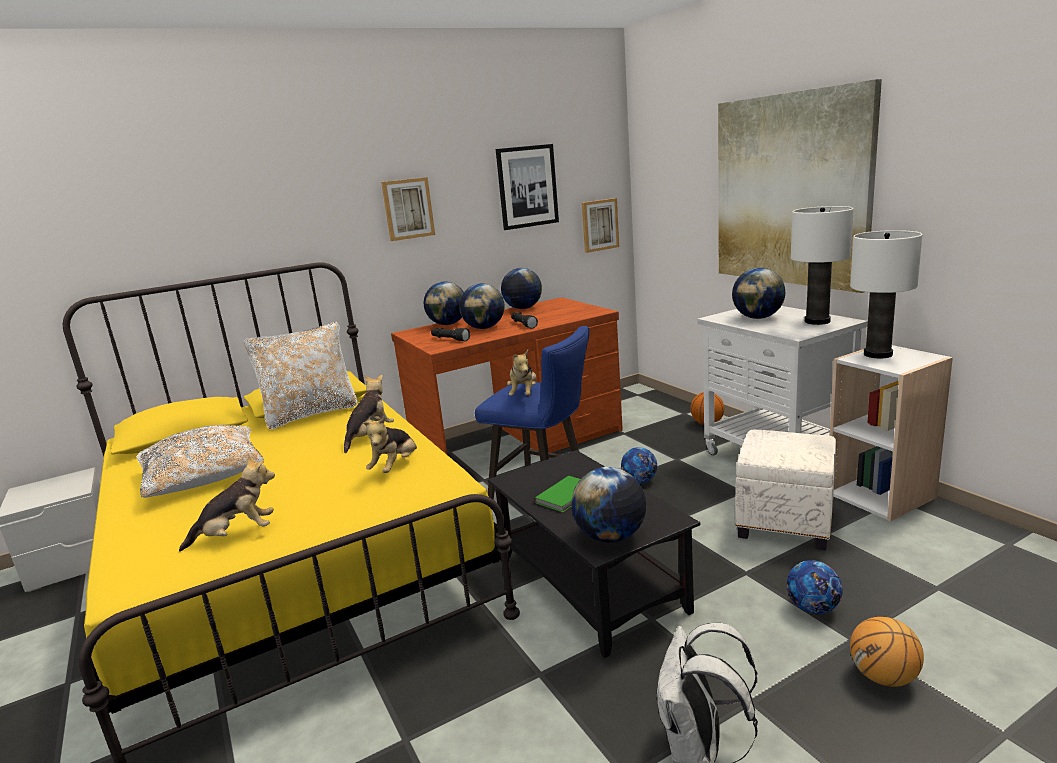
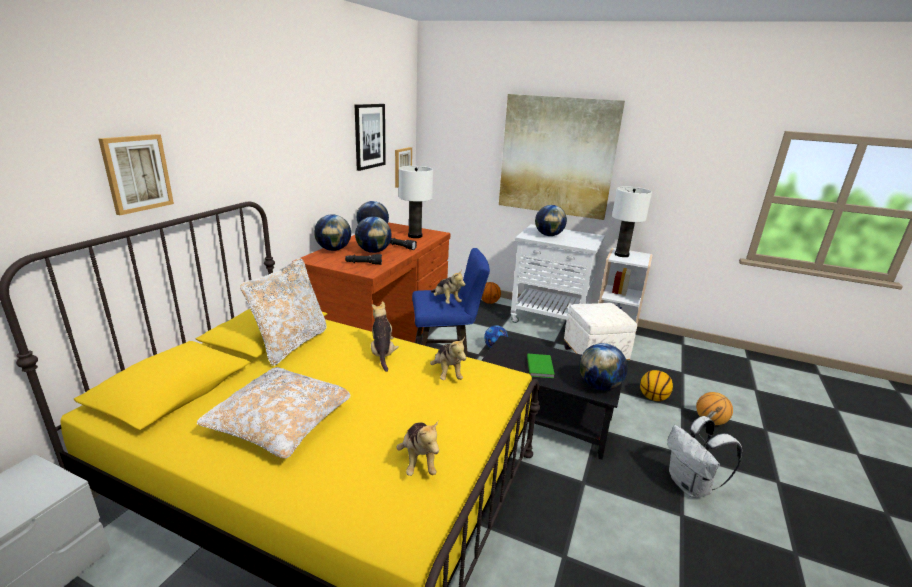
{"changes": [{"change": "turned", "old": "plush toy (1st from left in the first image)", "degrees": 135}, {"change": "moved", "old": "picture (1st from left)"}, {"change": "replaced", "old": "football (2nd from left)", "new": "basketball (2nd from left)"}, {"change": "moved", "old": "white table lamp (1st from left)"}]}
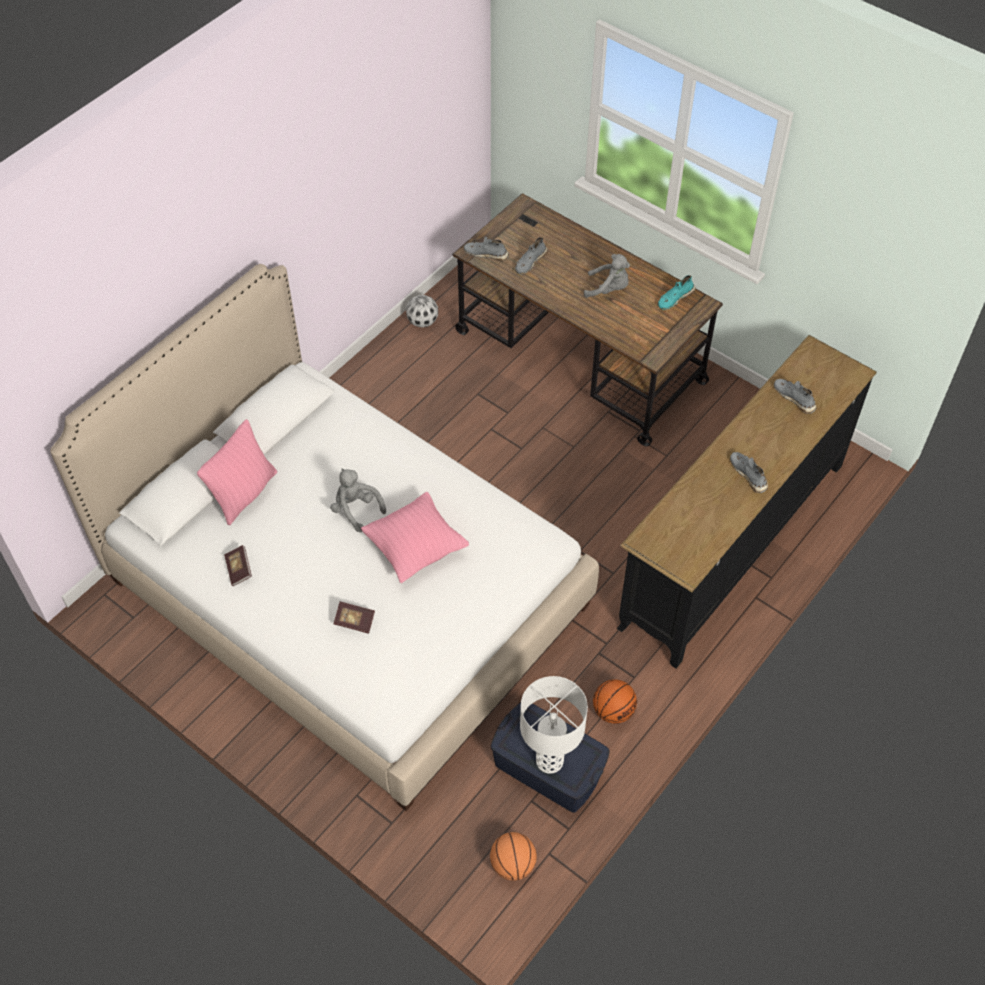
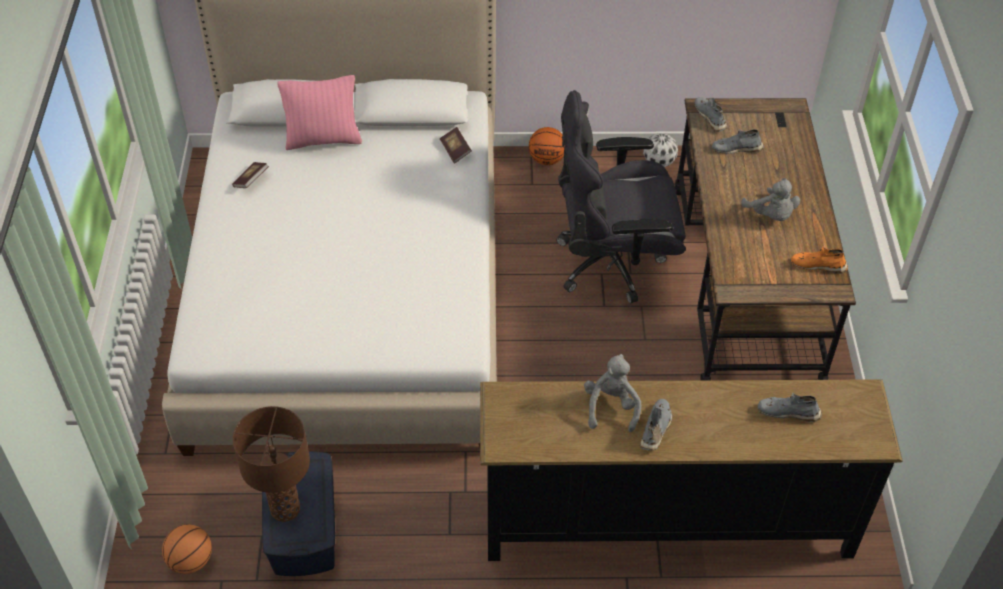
{"changes": [{"change": "moved", "old": "grey plush toy (1st from left)"}, {"change": "moved", "old": "book (2nd from left)"}, {"change": "removed", "old": "pink pillow (2nd from left)"}, {"change": "recoloured", "old": "white table lamp", "new": "brown table lamp"}, {"change": "moved", "old": "basketball (2nd from left)"}, {"change": "recoloured", "old": "turquoise shoe", "new": "orange shoe"}, {"change": "turned", "old": "grey shoe (4th from left)", "degrees": -90}, {"change": "added", "new": "black office chair"}]}
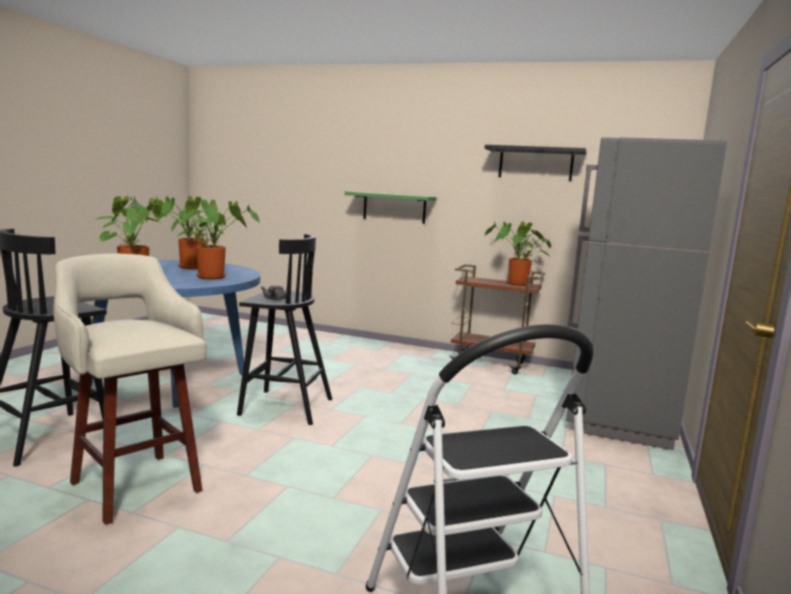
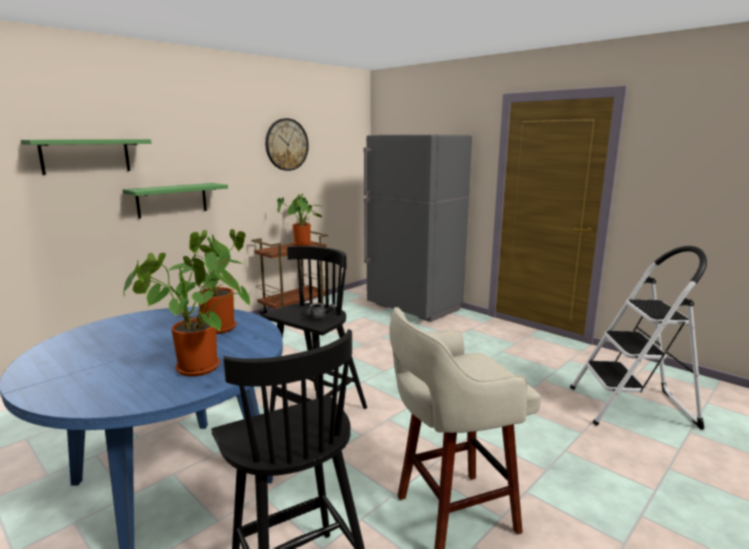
{"changes": [{"change": "removed", "old": "potted plant (2nd from left)"}, {"change": "replaced", "old": "black shelf", "new": "wall clock"}, {"change": "added", "new": "green shelf (1st from left)"}]}
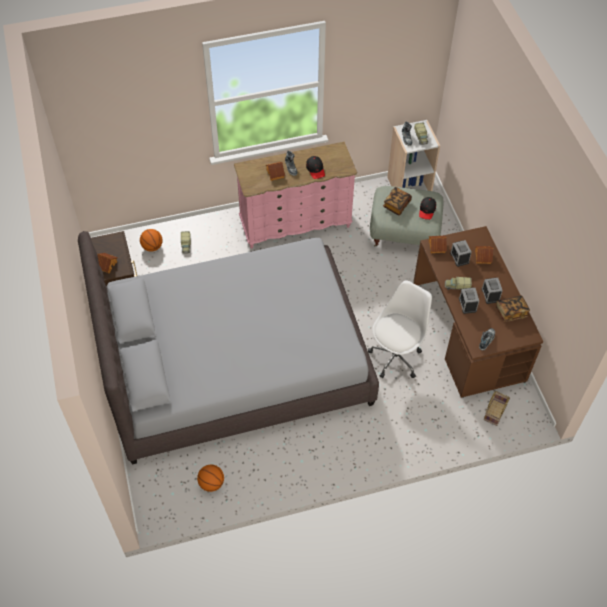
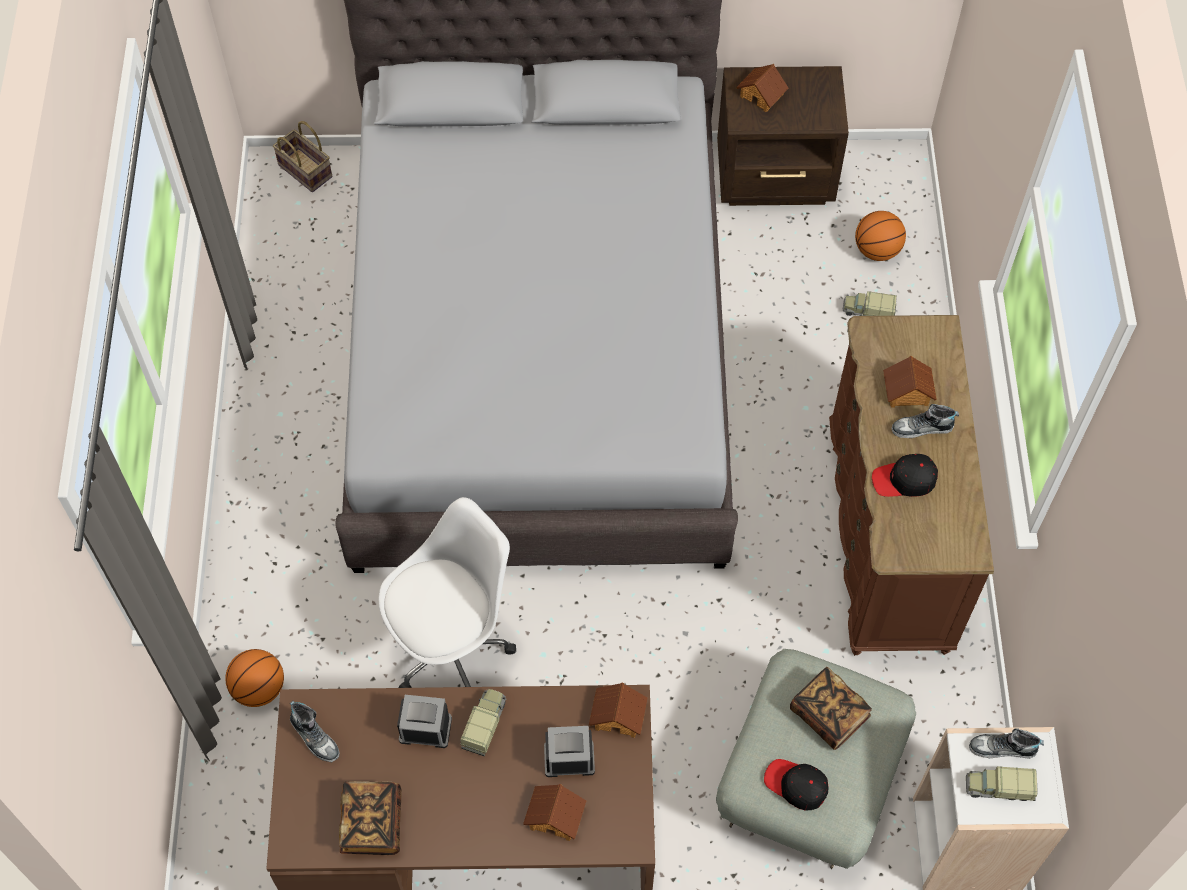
{"changes": [{"change": "moved", "old": "basketball (2nd from left in the first image)", "new": "basketball (1st from left)"}, {"change": "recoloured", "old": "pink dresser", "new": "brown dresser"}, {"change": "turned", "old": "white office chair", "degrees": -90}, {"change": "removed", "old": "alarm clock (3rd from left)"}, {"change": "moved", "old": "basket"}]}
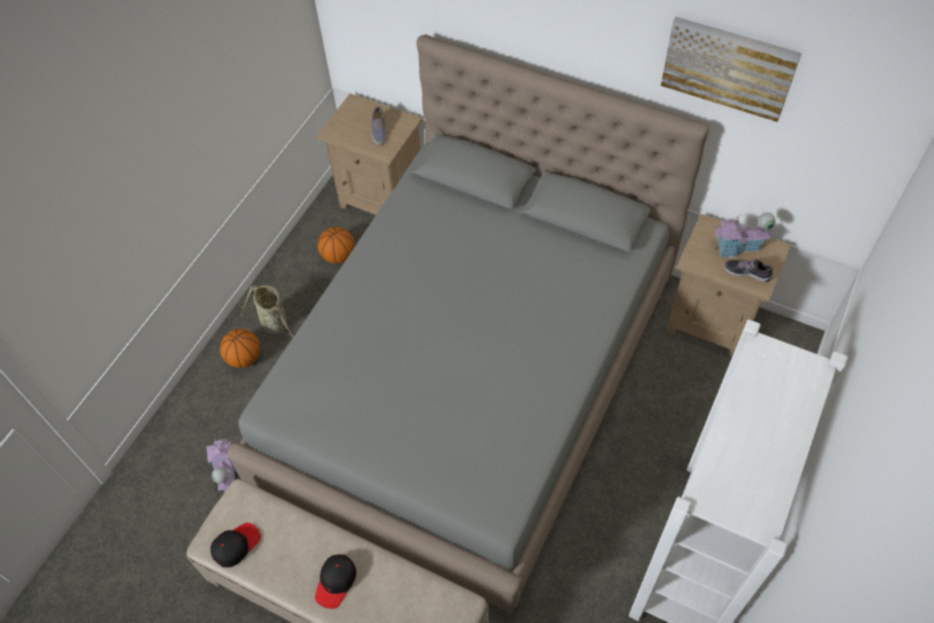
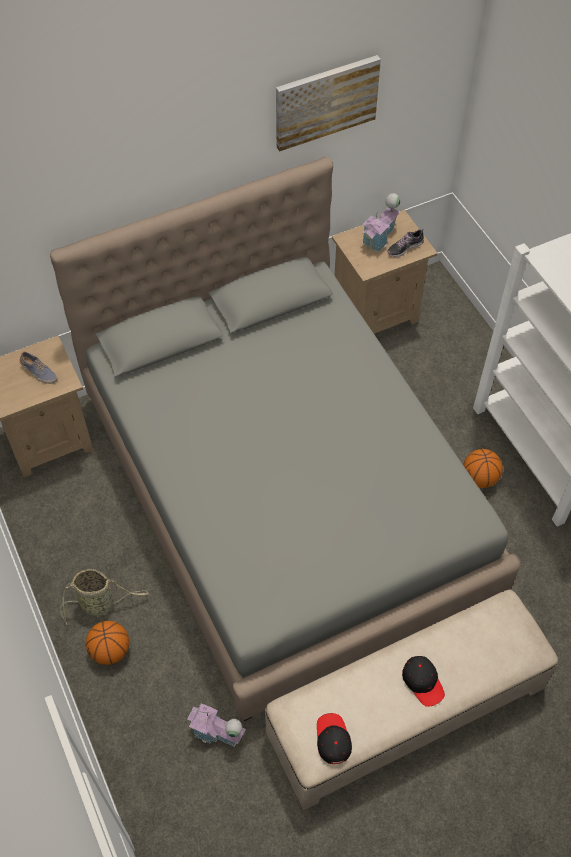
{"changes": [{"change": "moved", "old": "basketball (2nd from left)"}]}
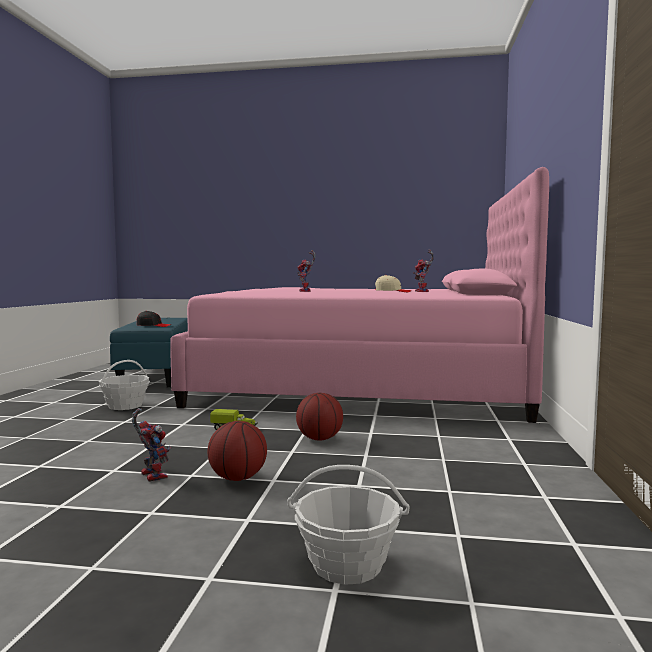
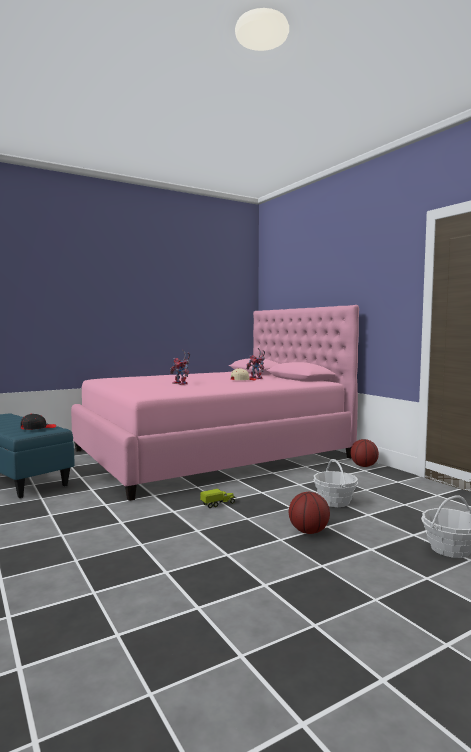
{"changes": [{"change": "moved", "old": "basket (1st from left)"}, {"change": "removed", "old": "toy robot (1st from left)"}, {"change": "moved", "old": "basketball (2nd from left)"}]}
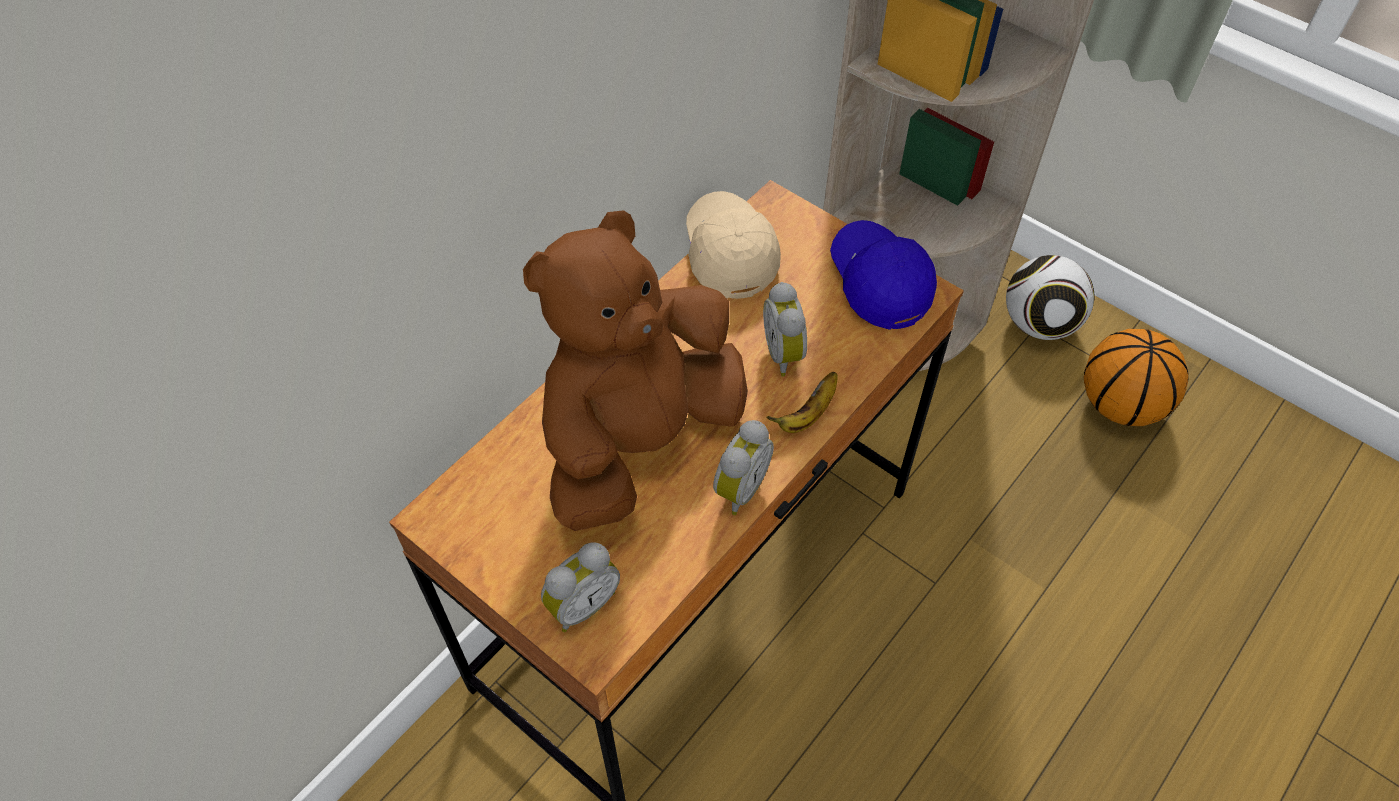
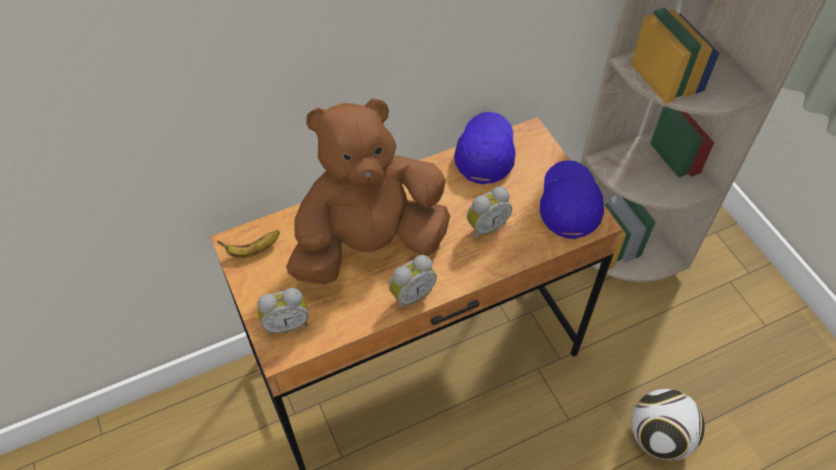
{"changes": [{"change": "recoloured", "old": "beige cap", "new": "blue cap (1st from left)"}, {"change": "turned", "old": "alarm clock (3rd from left)", "degrees": -135}, {"change": "moved", "old": "banana"}, {"change": "moved", "old": "football"}, {"change": "removed", "old": "basketball"}]}
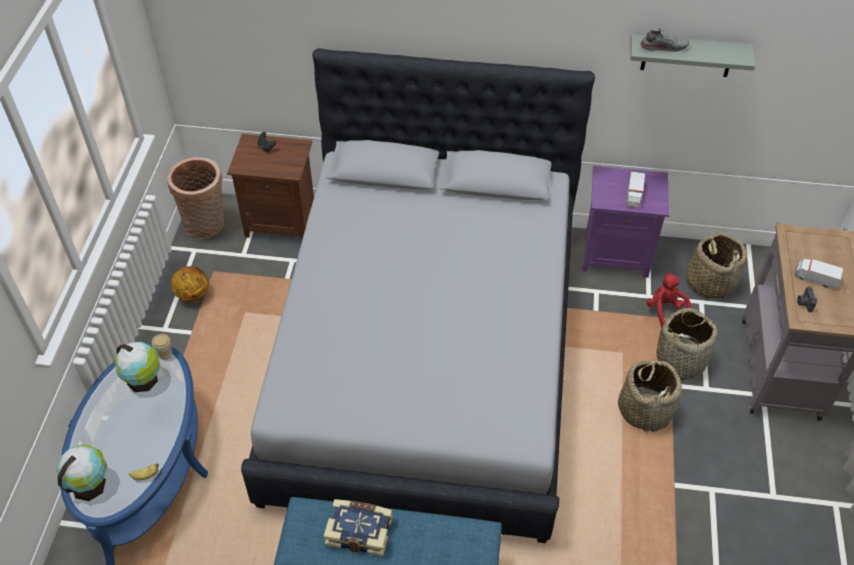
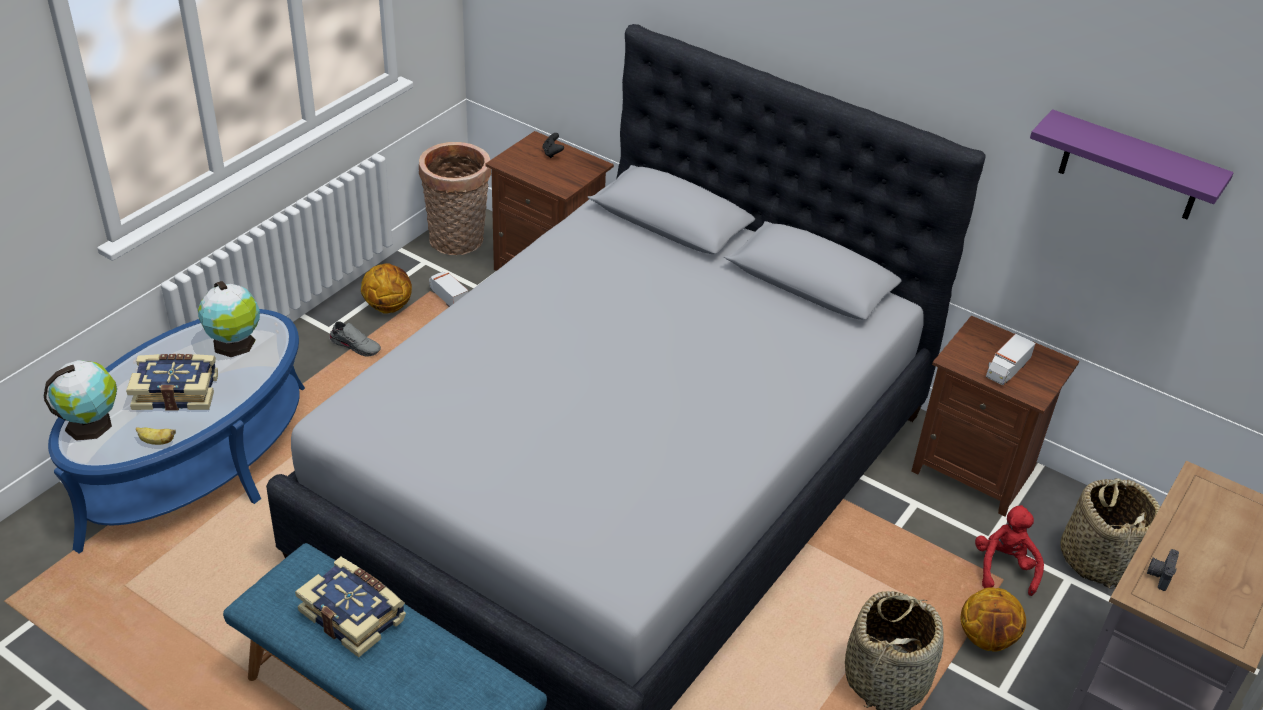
{"changes": [{"change": "removed", "old": "cup"}, {"change": "recoloured", "old": "purple nightstand", "new": "brown nightstand (2nd from left)"}, {"change": "recoloured", "old": "grey shelf", "new": "purple shelf"}, {"change": "moved", "old": "grey shoe"}, {"change": "replaced", "old": "basket (3rd from left)", "new": "basketball (2nd from left)"}, {"change": "moved", "old": "toy truck (2nd from left in the first image)", "new": "toy truck (1st from left)"}, {"change": "added", "new": "book (1st from left)"}]}
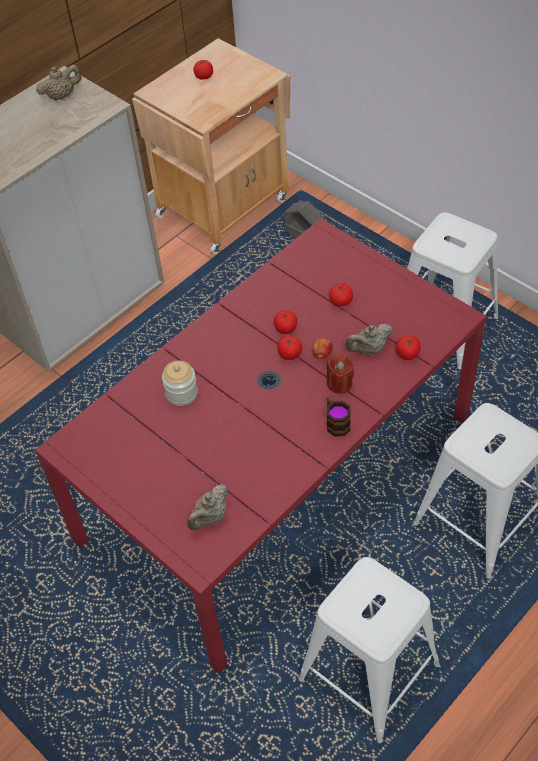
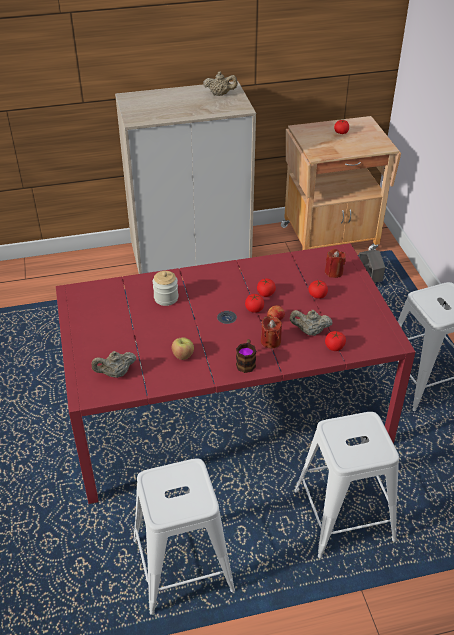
{"changes": [{"change": "added", "new": "apple (1st from left)"}, {"change": "added", "new": "red candle (2nd from left)"}]}
